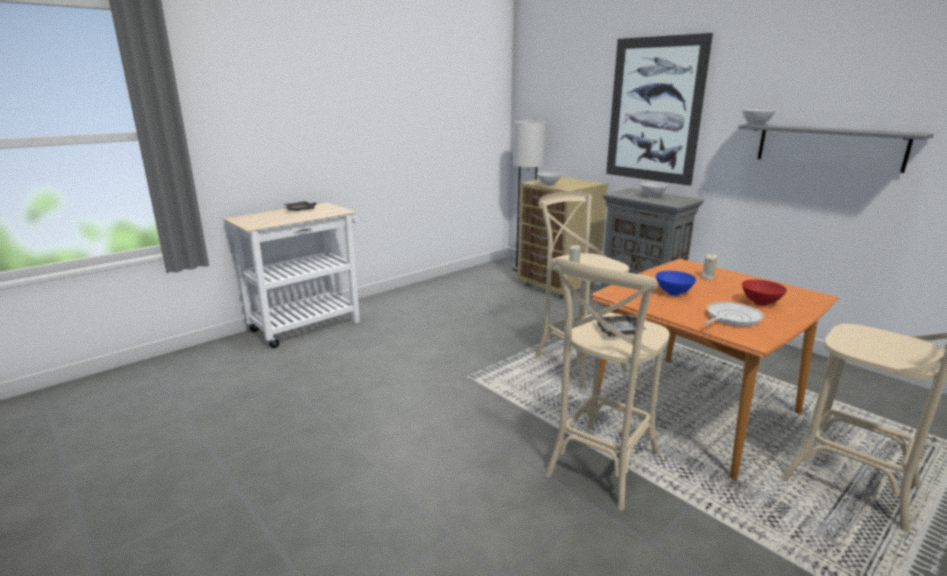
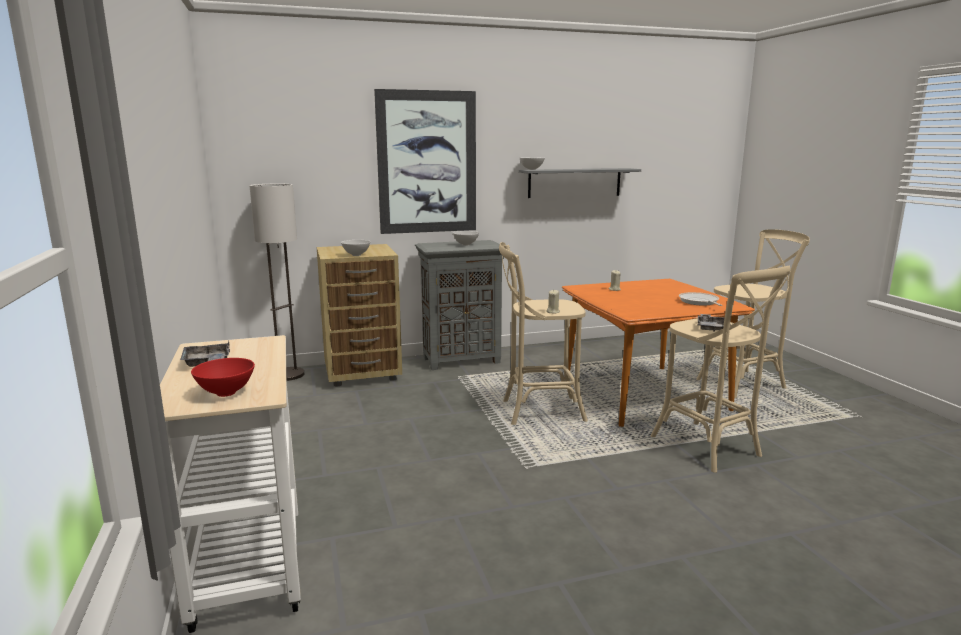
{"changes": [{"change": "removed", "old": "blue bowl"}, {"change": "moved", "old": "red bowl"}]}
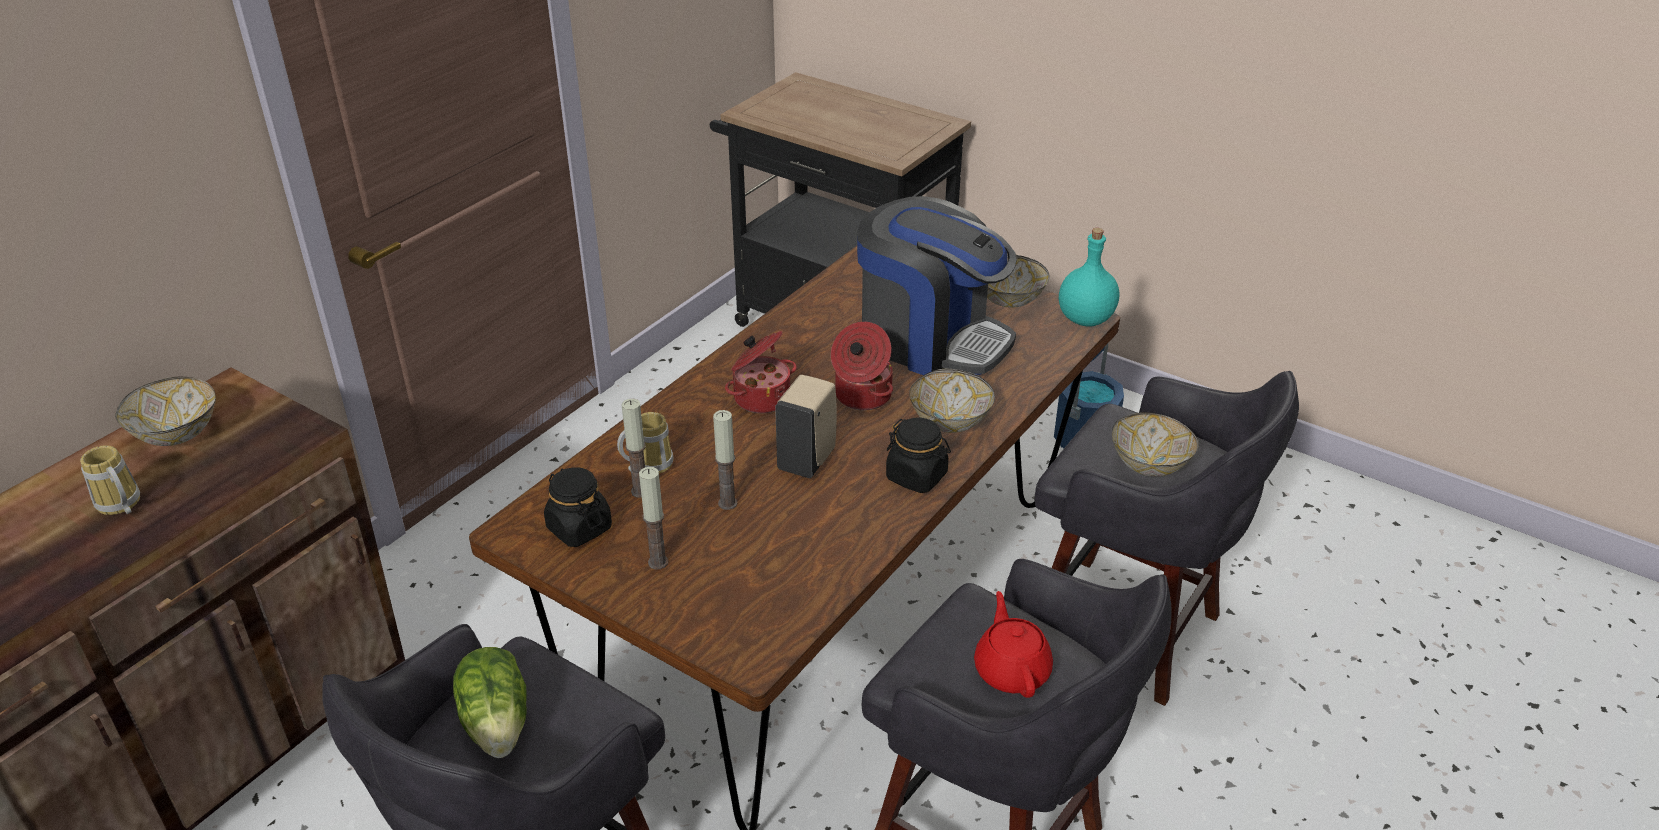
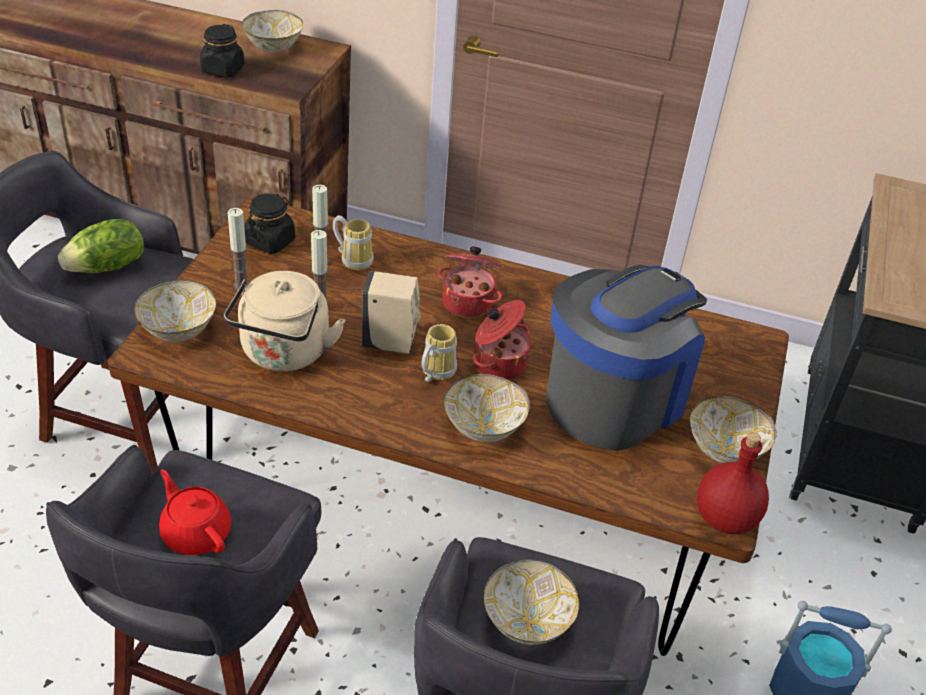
{"changes": [{"change": "moved", "old": "mug (1st from left in the first image)", "new": "mug (2nd from left)"}, {"change": "turned", "old": "coffee machine", "degrees": -150}, {"change": "moved", "old": "black jar (2nd from left in the first image)", "new": "black jar (1st from left)"}, {"change": "turned", "old": "red teapot", "degrees": -105}, {"change": "recoloured", "old": "turquoise bottle", "new": "red bottle"}, {"change": "added", "new": "bowl (1st from left)"}, {"change": "added", "new": "beige kettle"}]}
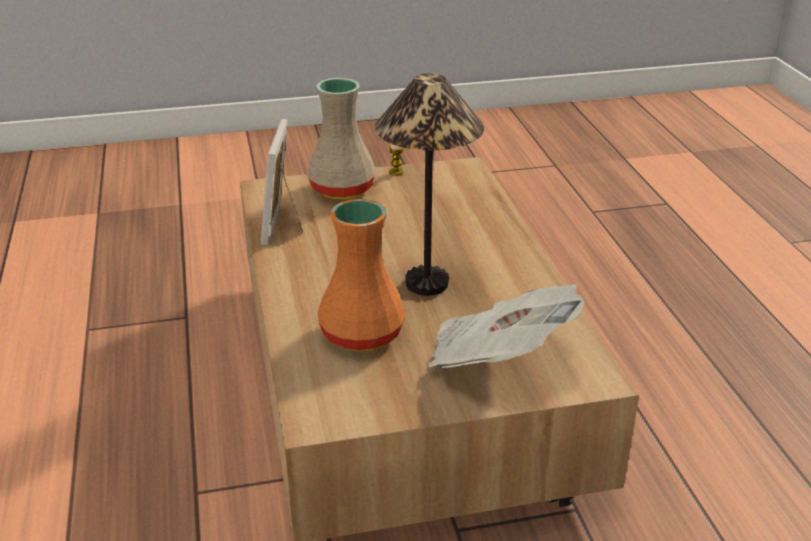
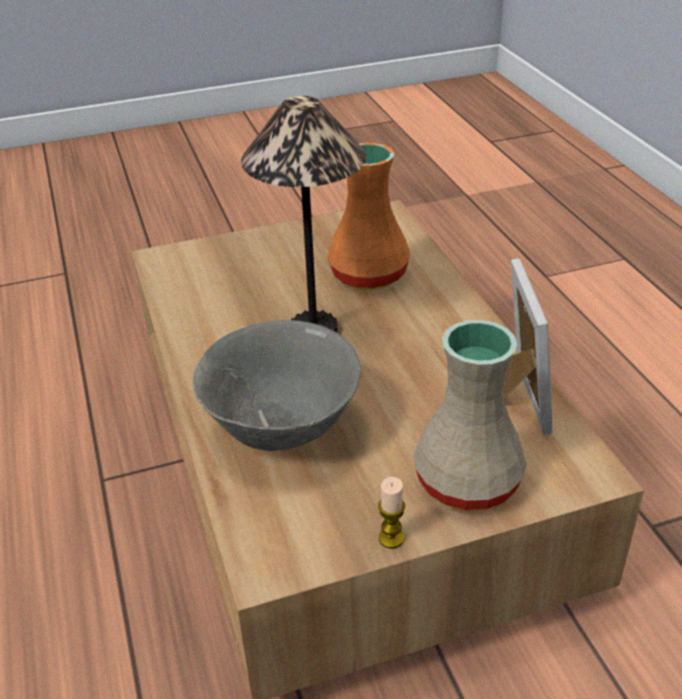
{"changes": [{"change": "removed", "old": "newspaper"}, {"change": "added", "new": "grey bowl"}]}
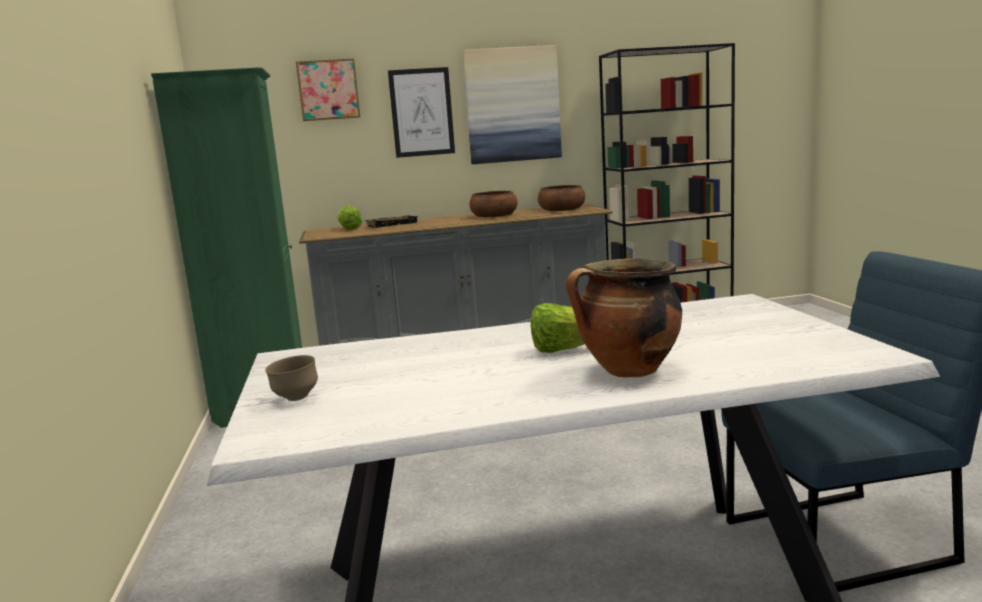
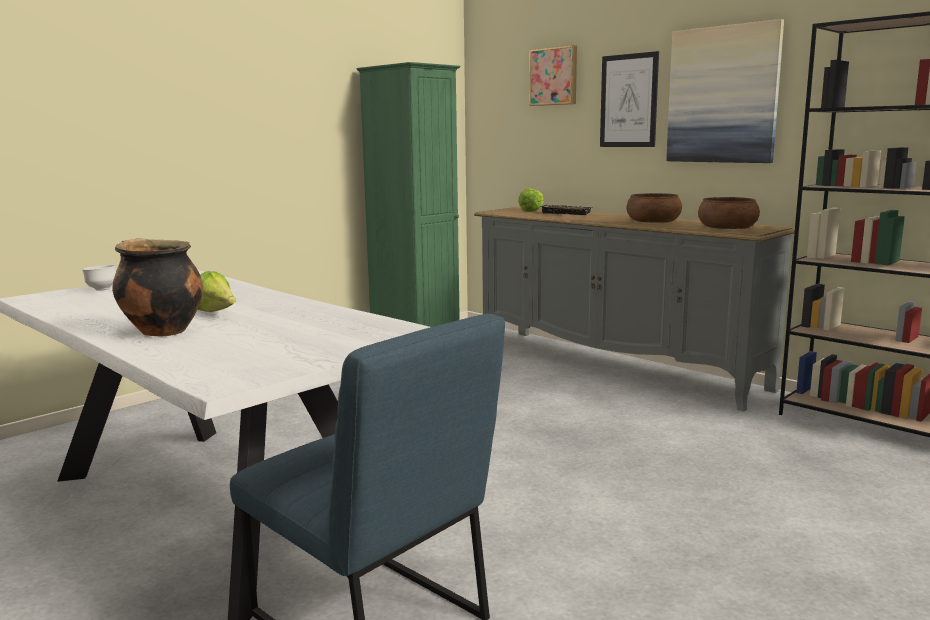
{"changes": [{"change": "recoloured", "old": "brown bowl (1st from left)", "new": "white bowl"}]}
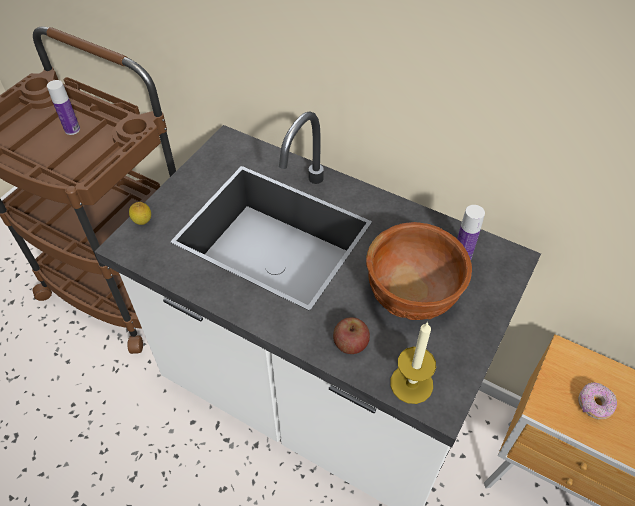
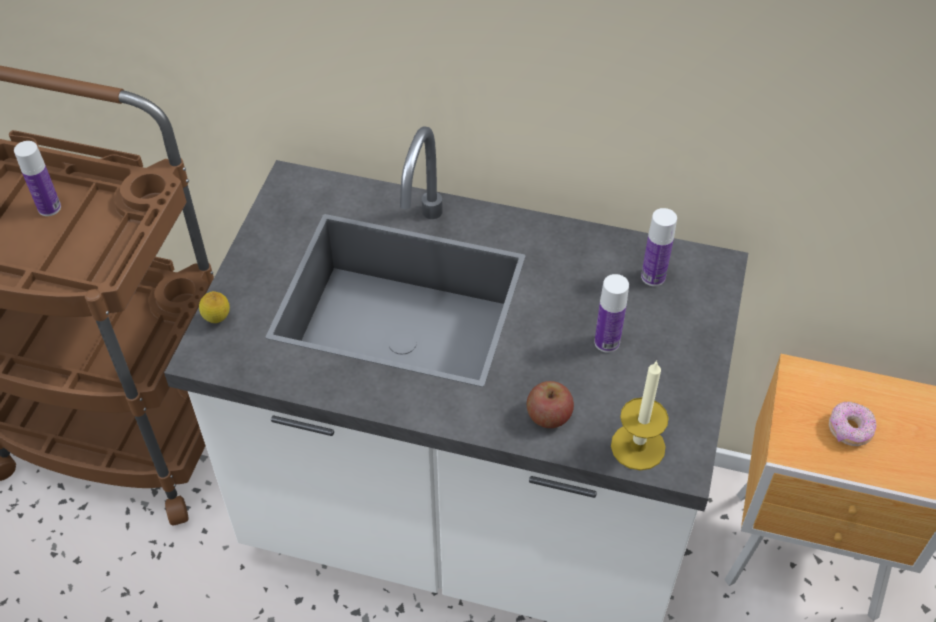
{"changes": [{"change": "replaced", "old": "brown bowl", "new": "bottle (2nd from left)"}]}
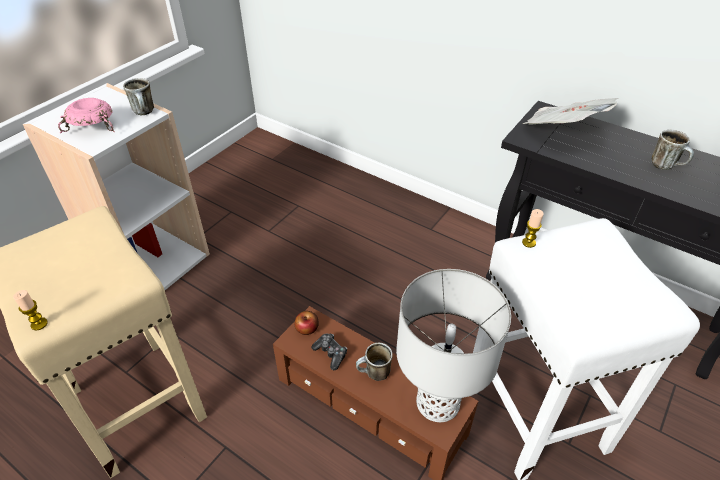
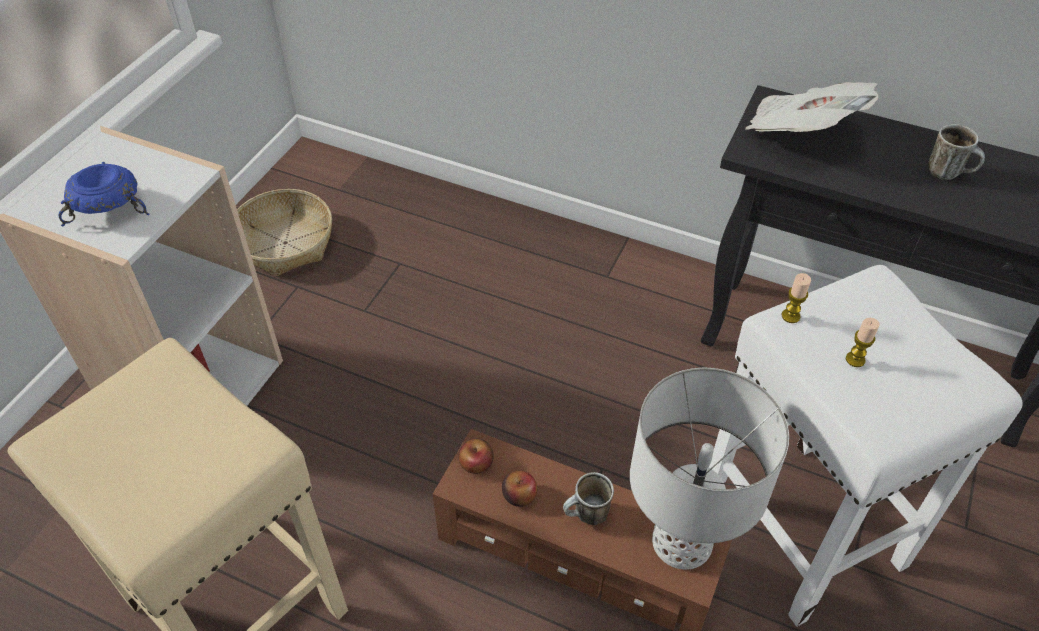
{"changes": [{"change": "moved", "old": "candle (1st from left in the first image)", "new": "candle (2nd from left)"}, {"change": "recoloured", "old": "pink bowl", "new": "blue bowl"}, {"change": "removed", "old": "mug (1st from left)"}, {"change": "replaced", "old": "game controller", "new": "apple (2nd from left)"}, {"change": "added", "new": "basket"}]}
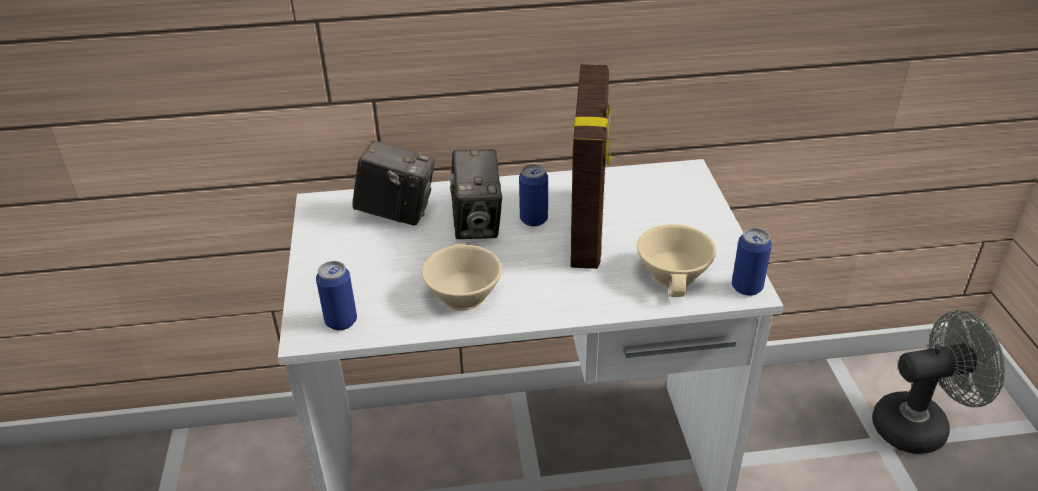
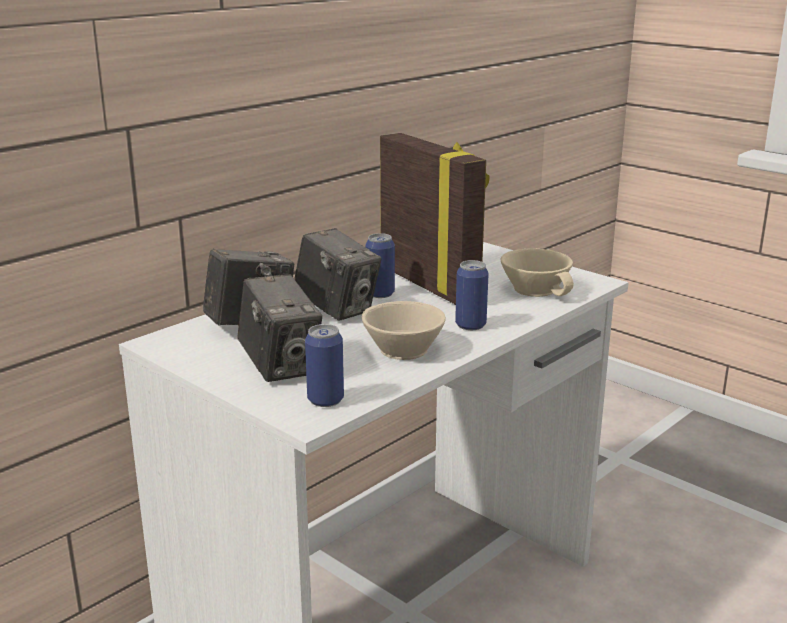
{"changes": [{"change": "moved", "old": "can (3rd from left)"}, {"change": "removed", "old": "grey fan"}, {"change": "added", "new": "photo camera (2nd from left)"}]}
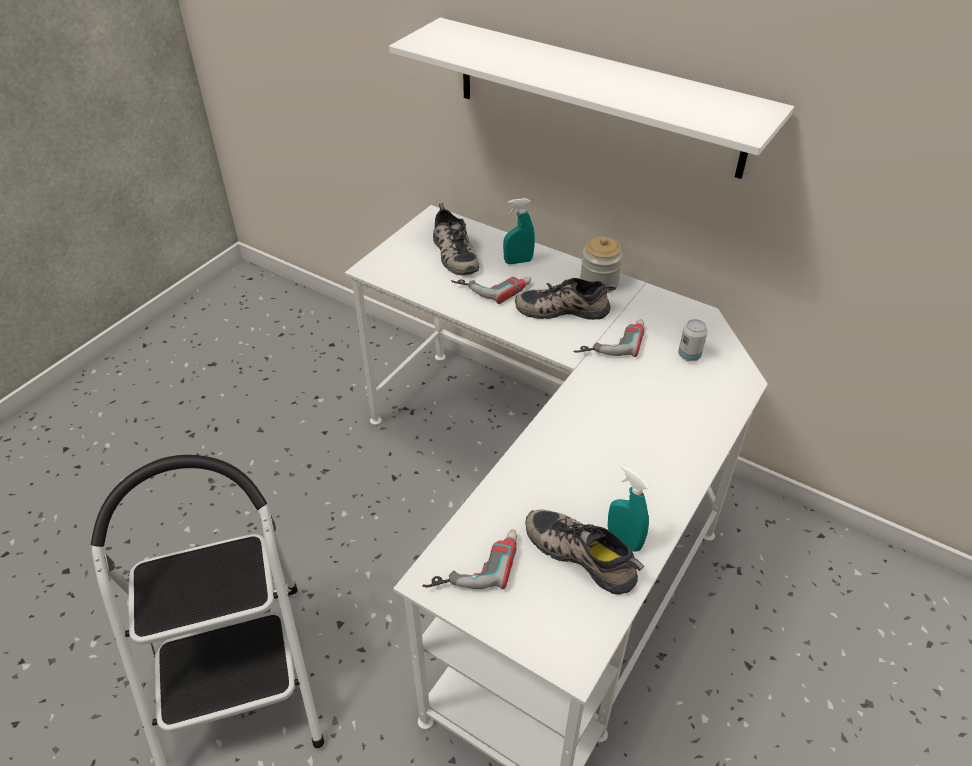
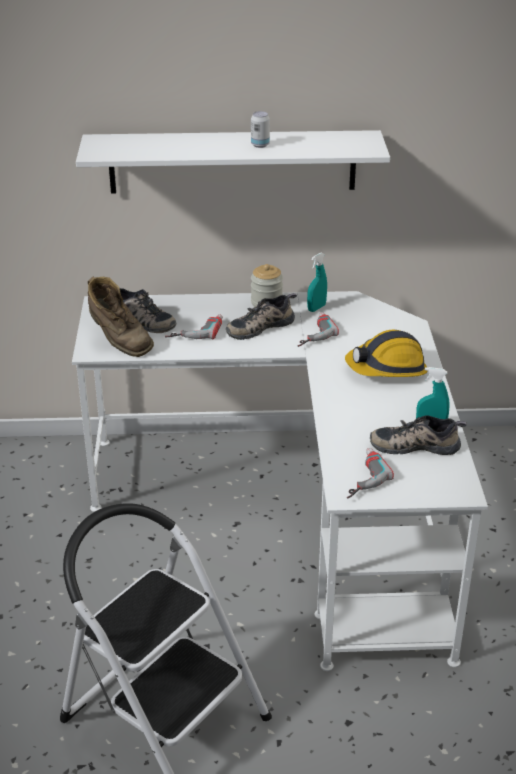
{"changes": [{"change": "moved", "old": "turquoise spray bottle (1st from left)"}, {"change": "moved", "old": "can"}, {"change": "added", "new": "brown boot"}, {"change": "added", "new": "hard hat"}]}
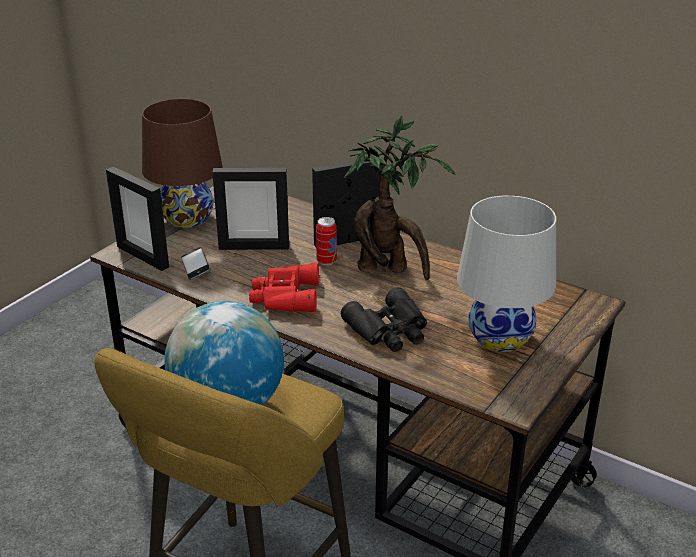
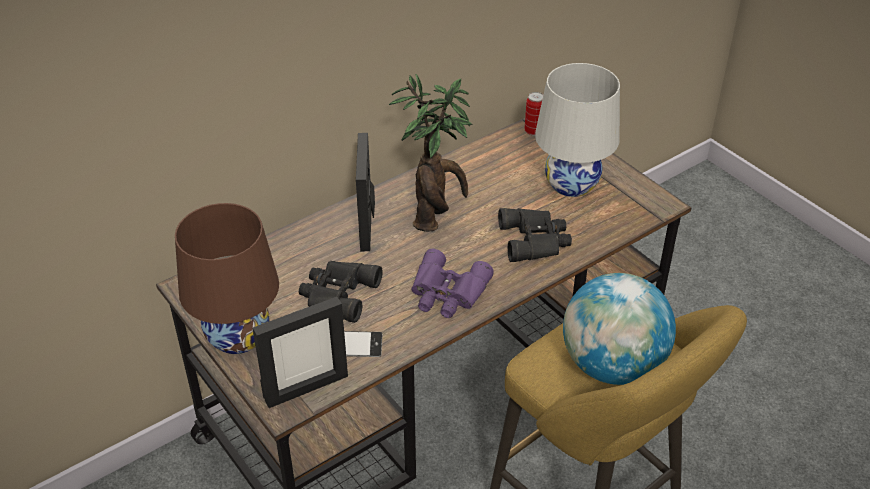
{"changes": [{"change": "replaced", "old": "picture frame (2nd from left)", "new": "black binoculars (1st from left)"}, {"change": "recoloured", "old": "red binoculars", "new": "purple binoculars"}, {"change": "moved", "old": "can"}]}
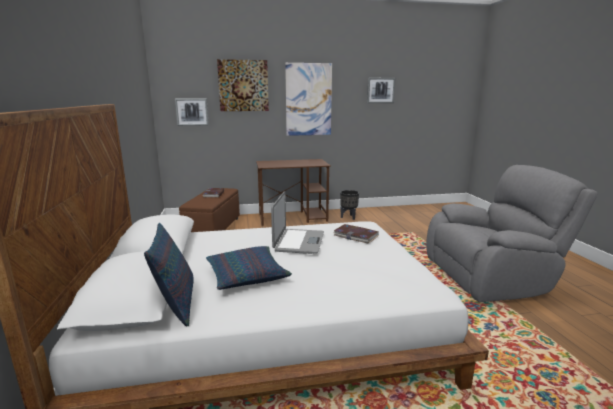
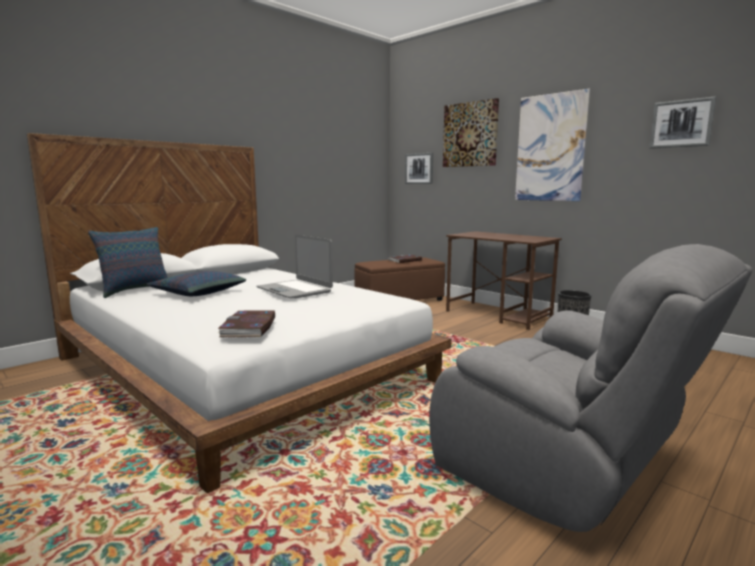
{"changes": [{"change": "turned", "old": "laptop", "degrees": 75}, {"change": "moved", "old": "book (2nd from left in the first image)", "new": "book (1st from left)"}]}
